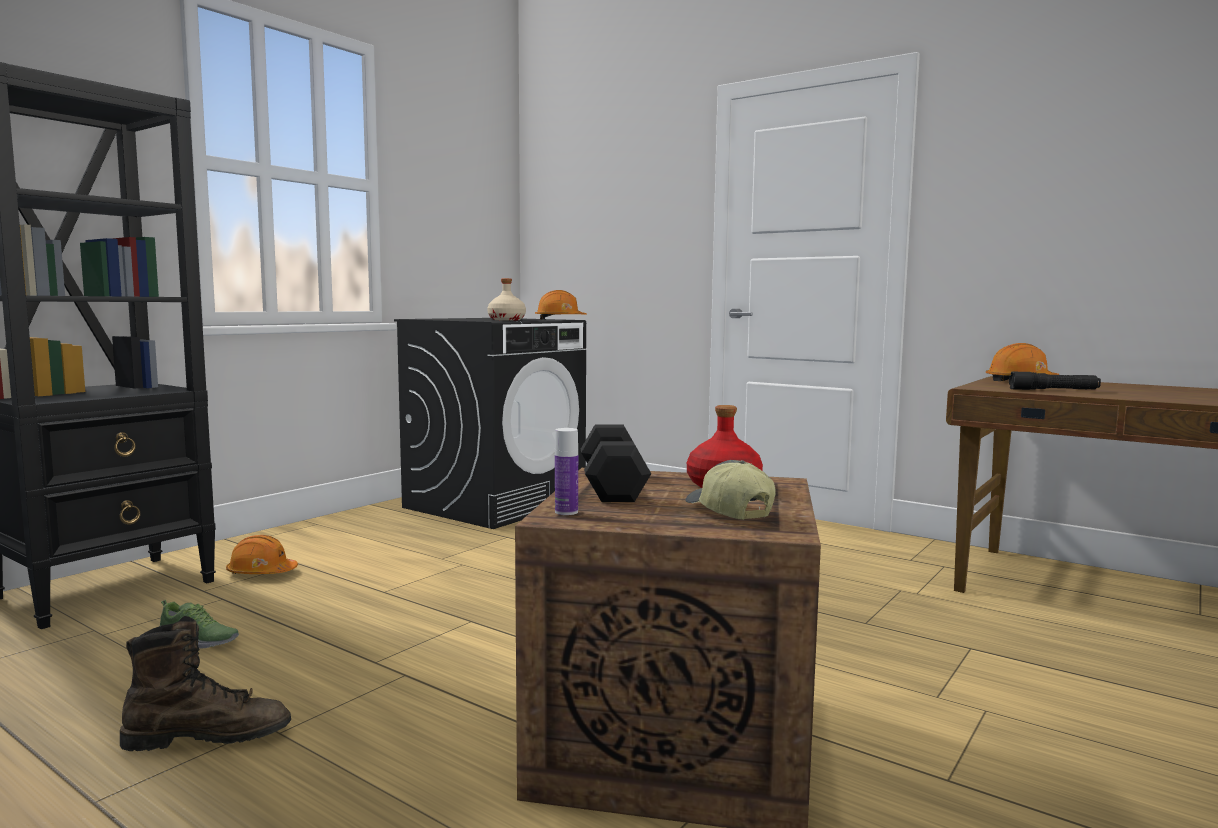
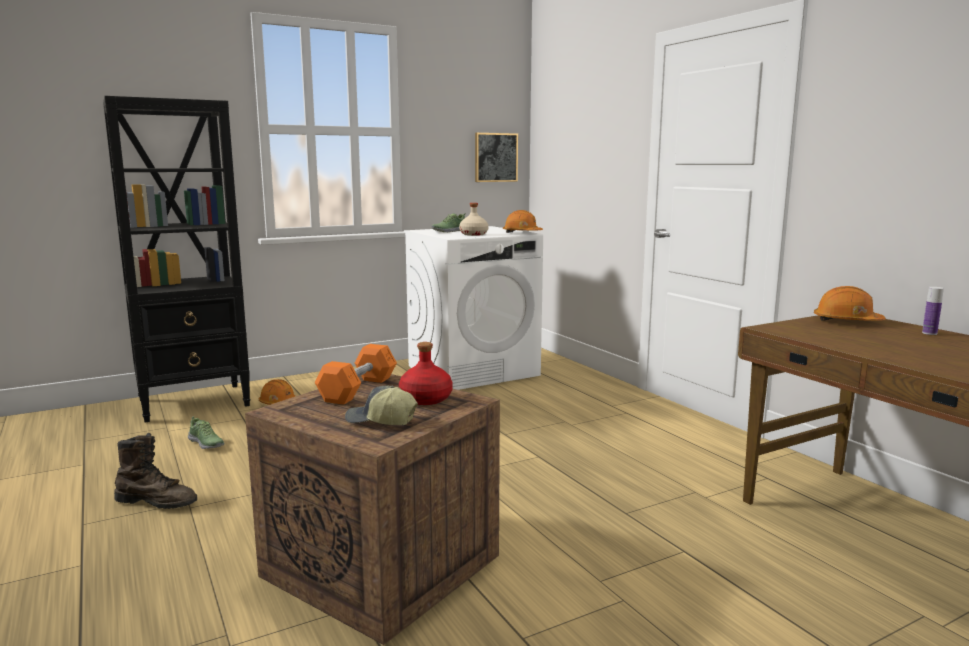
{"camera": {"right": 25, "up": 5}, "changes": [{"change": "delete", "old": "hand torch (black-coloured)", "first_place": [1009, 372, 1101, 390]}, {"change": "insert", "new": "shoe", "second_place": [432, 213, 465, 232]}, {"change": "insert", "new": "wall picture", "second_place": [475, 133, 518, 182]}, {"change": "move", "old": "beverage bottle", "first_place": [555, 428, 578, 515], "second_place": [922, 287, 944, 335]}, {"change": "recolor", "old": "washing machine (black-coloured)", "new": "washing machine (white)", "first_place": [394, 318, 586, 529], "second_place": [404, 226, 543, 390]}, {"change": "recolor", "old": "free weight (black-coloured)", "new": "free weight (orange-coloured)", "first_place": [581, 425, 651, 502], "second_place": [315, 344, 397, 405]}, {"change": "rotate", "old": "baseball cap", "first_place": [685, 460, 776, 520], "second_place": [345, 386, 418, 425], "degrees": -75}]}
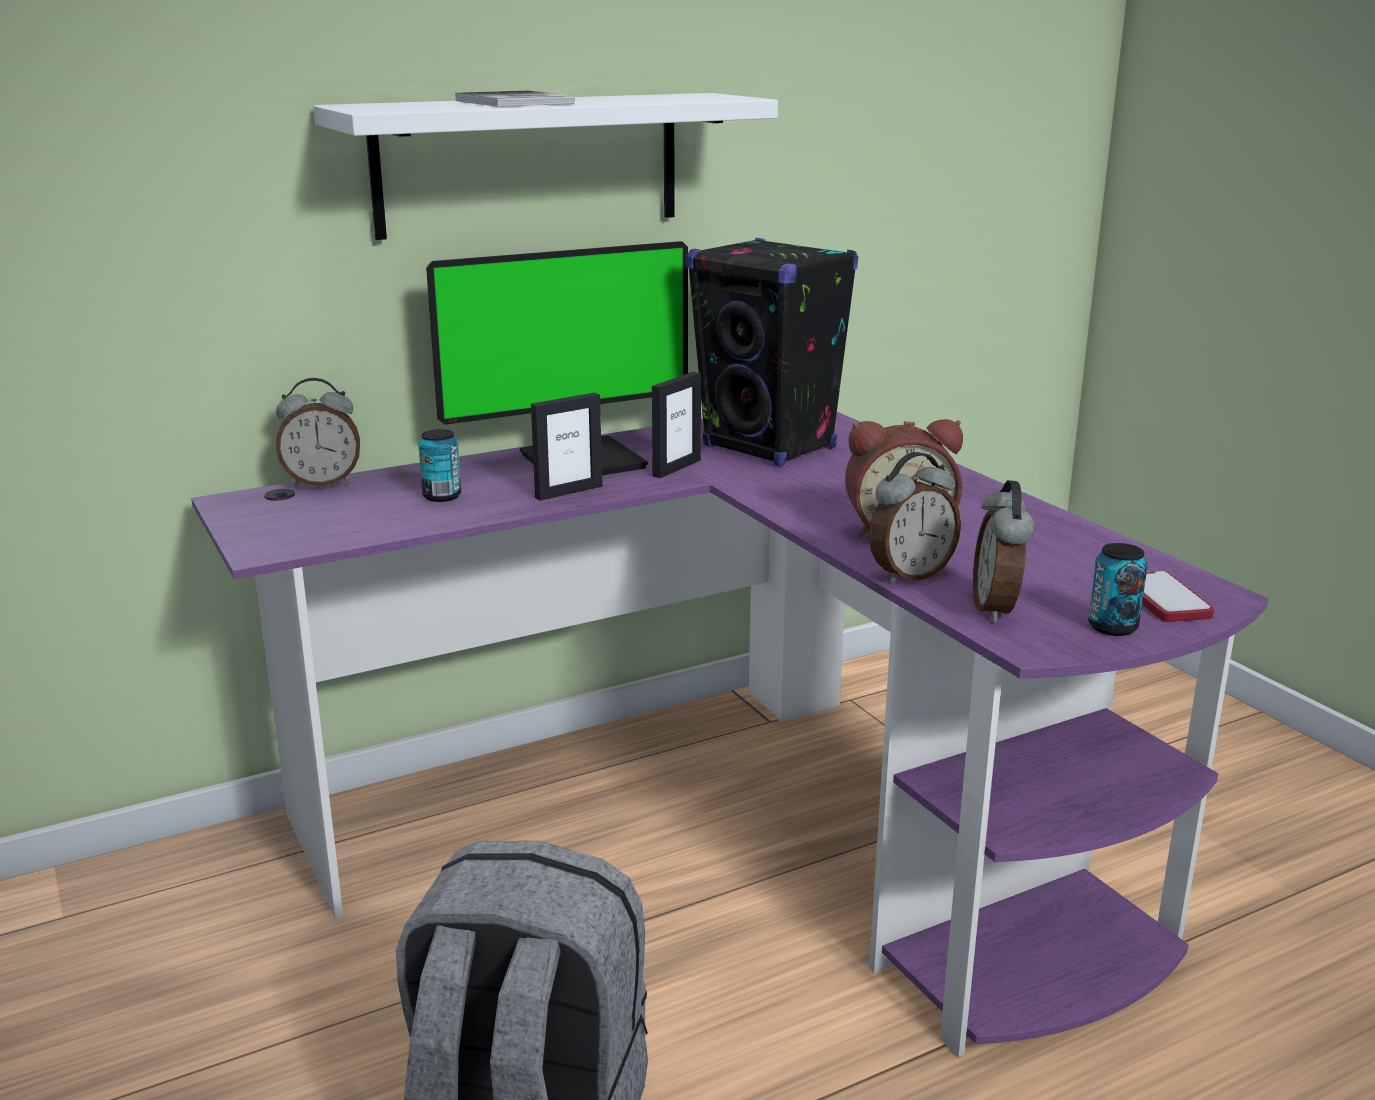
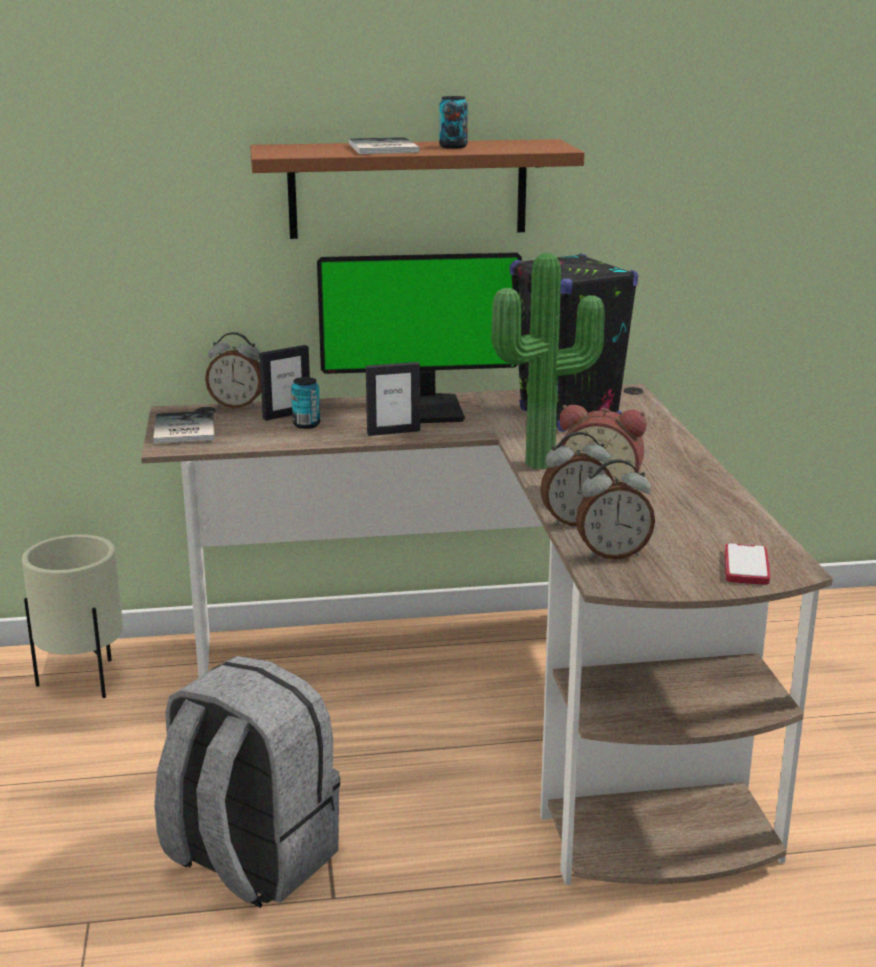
{"camera": {"right": 20, "up": 0}, "changes": [{"change": "insert", "new": "planter (beige-coloured)", "second_place": [22, 534, 123, 698]}, {"change": "insert", "new": "bound book", "second_place": [153, 411, 214, 443]}, {"change": "insert", "new": "potted plant", "second_place": [491, 253, 605, 469]}, {"change": "move", "old": "standing frame", "first_place": [652, 372, 701, 478], "second_place": [259, 345, 310, 421]}, {"change": "move", "old": "sealed can", "first_place": [1088, 543, 1147, 636], "second_place": [439, 96, 468, 149]}, {"change": "recolor", "old": "desk unit (purple)", "new": "desk unit (brownish)", "first_place": [191, 412, 1269, 1057], "second_place": [141, 384, 833, 885]}, {"change": "recolor", "old": "wall shelf (white)", "new": "wall shelf (brownish)", "first_place": [313, 93, 778, 240], "second_place": [250, 139, 585, 239]}, {"change": "rotate", "old": "bedside clock", "first_place": [973, 480, 1035, 622], "second_place": [576, 459, 655, 560], "degrees": -120}]}
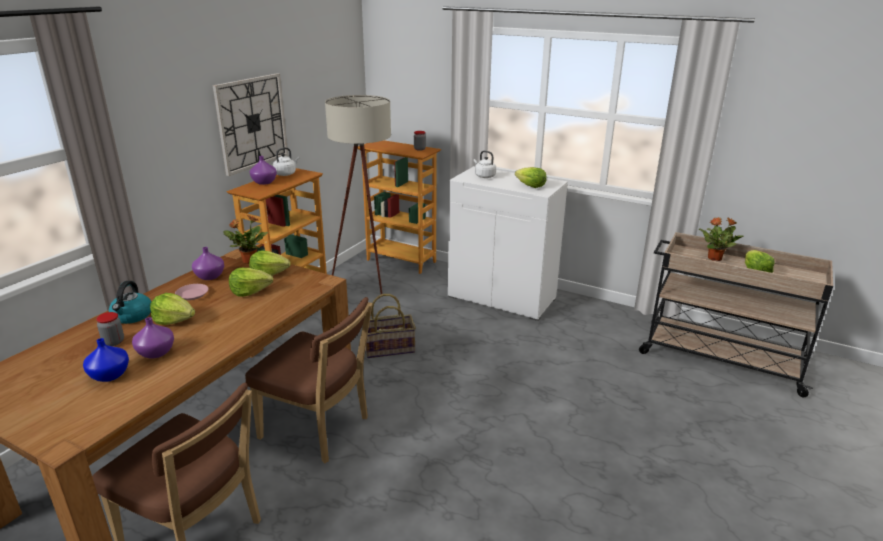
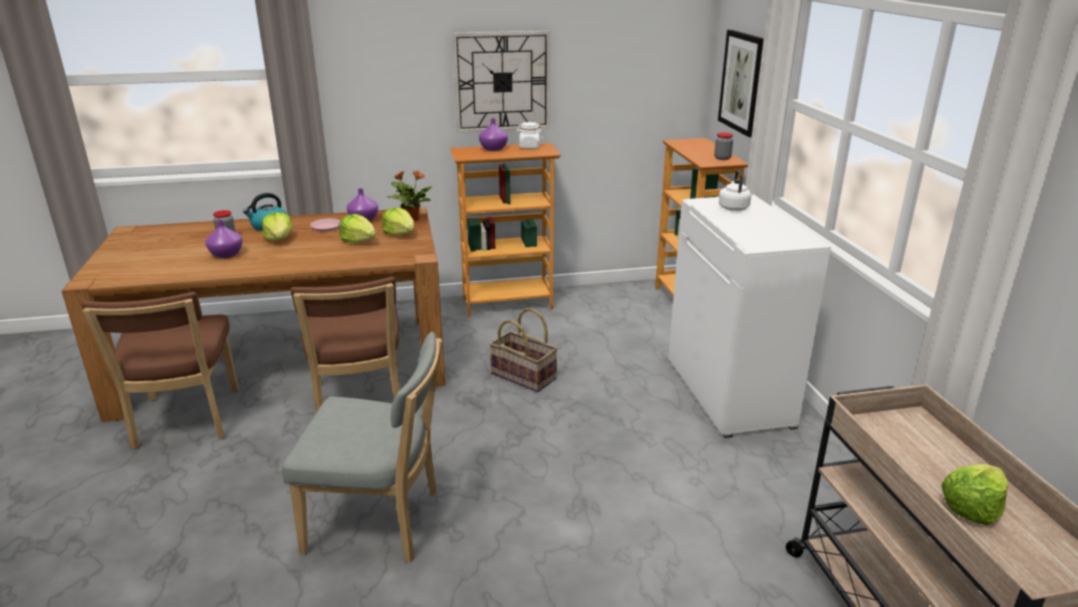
{"camera": {"right": 50, "up": 0}, "changes": [{"change": "delete", "old": "vase (blue-coloured)", "first_place": [83, 338, 129, 382]}, {"change": "delete", "old": "standing lamp (beige-coloured)", "first_place": [325, 95, 391, 294]}, {"change": "delete", "old": "lettuce head", "first_place": [515, 167, 546, 188]}, {"change": "delete", "old": "potted plant", "first_place": [699, 217, 744, 261]}, {"change": "insert", "new": "upright chair (greyish)", "second_place": [282, 332, 442, 563]}, {"change": "insert", "new": "wall picture", "second_place": [718, 30, 764, 137]}, {"change": "replace", "old": "kettle (white)", "new": "preserve jar (white)", "first_place": [273, 148, 299, 176], "second_place": [516, 122, 543, 149]}]}
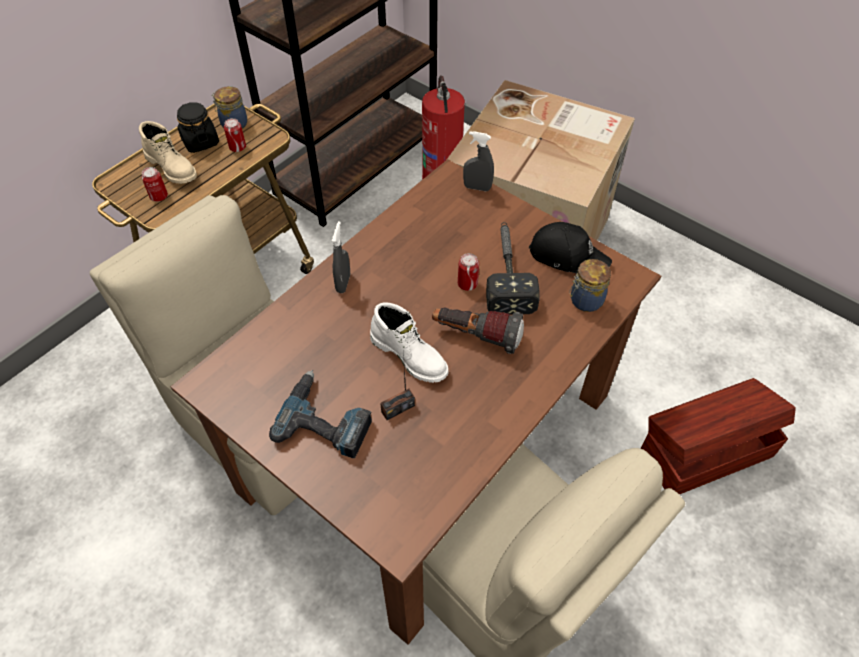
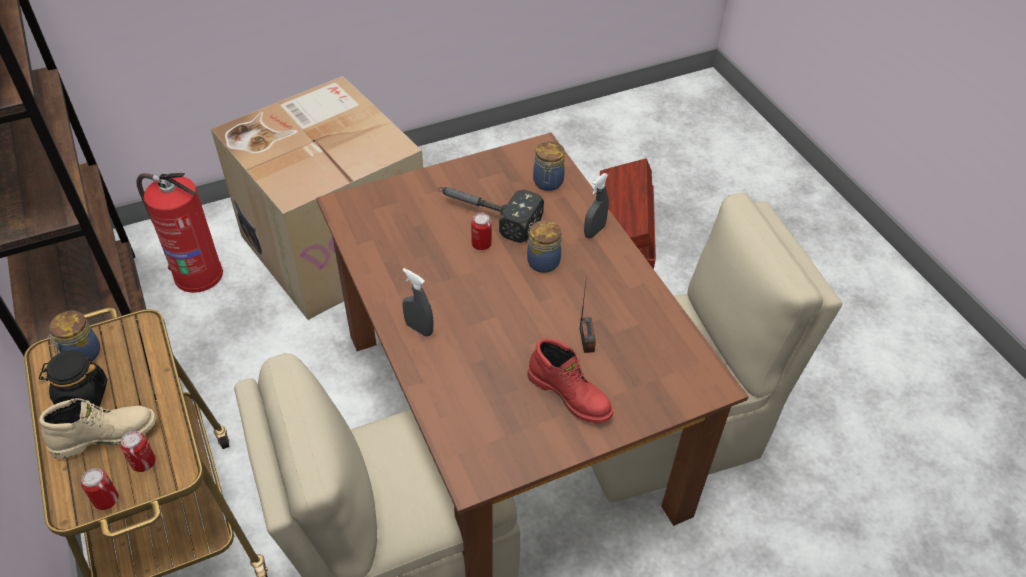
{"camera": {"right": -65, "up": -5}, "changes": [{"change": "delete", "old": "high-top boot (white)", "first_place": [370, 302, 449, 383]}, {"change": "delete", "old": "baseball cap (black-coloured)", "first_place": [529, 222, 612, 273]}, {"change": "move", "old": "sealed can", "first_place": [224, 118, 246, 152], "second_place": [81, 468, 119, 510]}, {"change": "move", "old": "sprayer (greyish)", "first_place": [463, 131, 494, 191], "second_place": [584, 173, 609, 239]}, {"change": "replace", "old": "electric drill", "new": "high-top boot (reddish)", "first_place": [269, 370, 372, 458], "second_place": [528, 338, 613, 423]}, {"change": "replace", "old": "hand torch", "new": "preserve jar", "first_place": [432, 307, 524, 354], "second_place": [527, 220, 562, 273]}]}
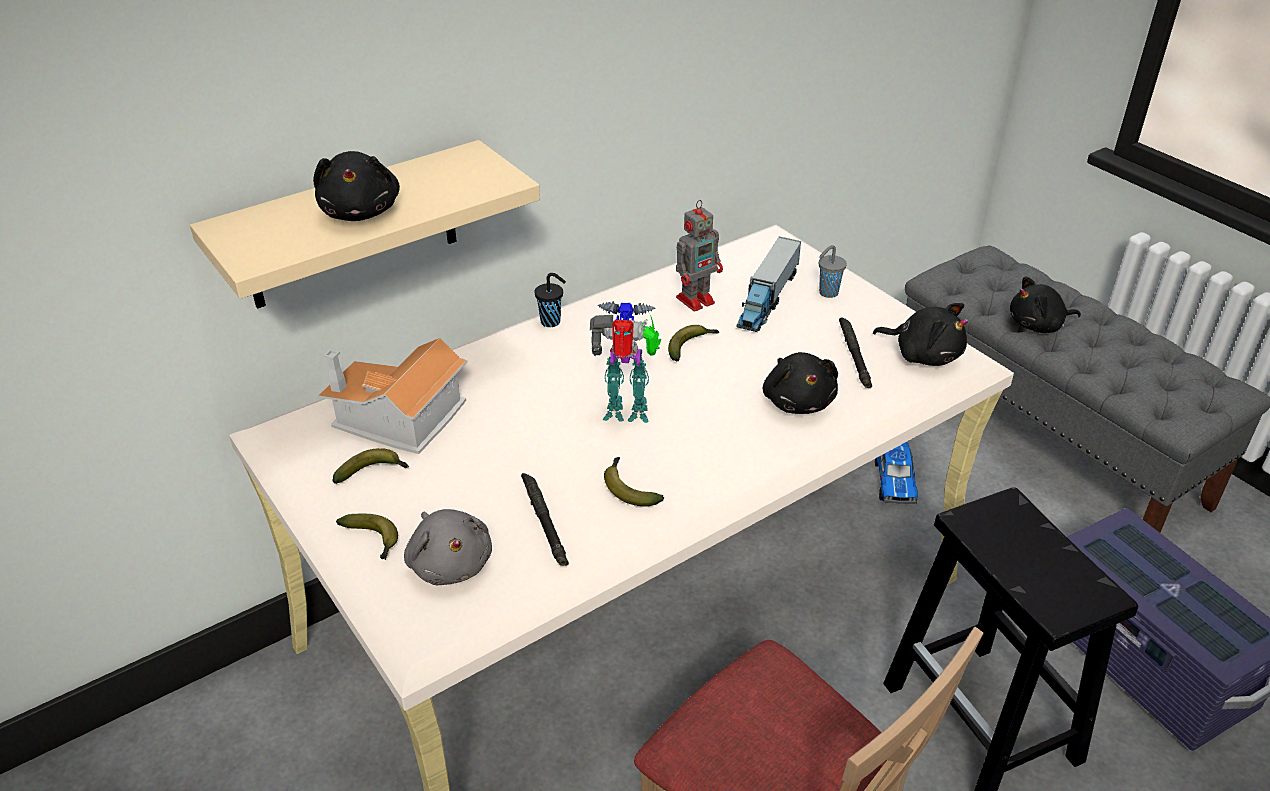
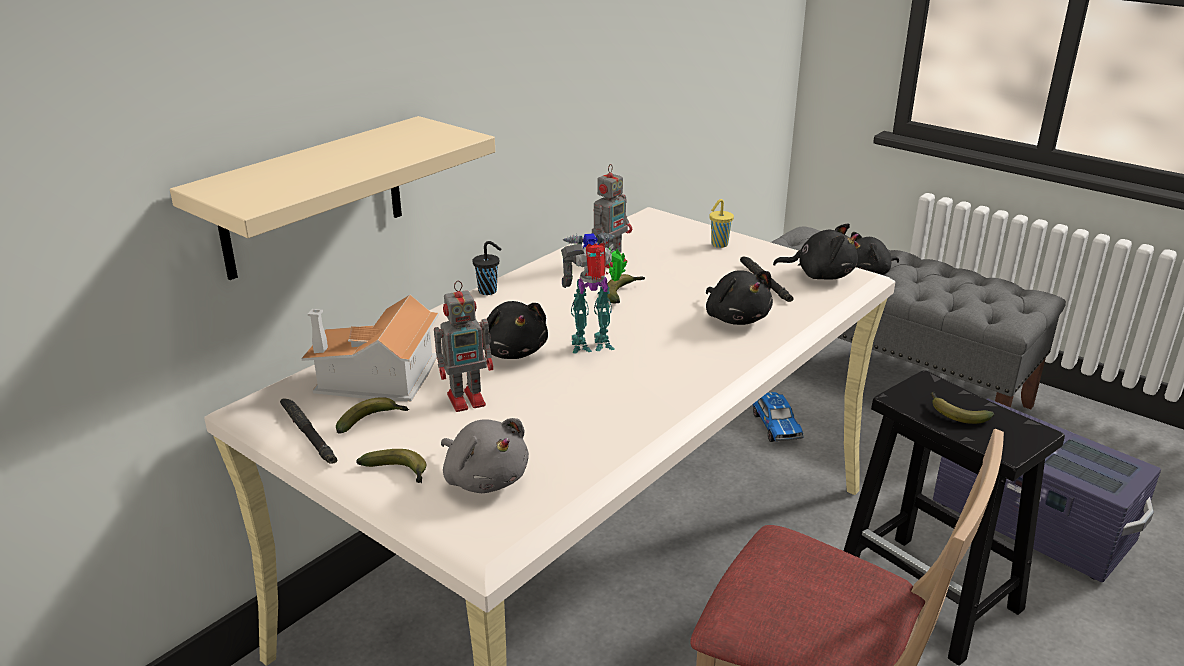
{"camera": {"right": -15, "up": -10}, "changes": [{"change": "delete", "old": "model truck", "first_place": [736, 237, 802, 332]}, {"change": "insert", "new": "toy robot", "second_place": [434, 280, 493, 412]}, {"change": "move", "old": "cuddly toy (black-coloured)", "first_place": [313, 151, 400, 221], "second_place": [482, 301, 548, 359]}, {"change": "move", "old": "hand torch (black-coloured)", "first_place": [521, 473, 569, 566], "second_place": [280, 399, 338, 464]}, {"change": "move", "old": "banana fruit", "first_place": [604, 457, 664, 506], "second_place": [930, 391, 994, 424]}, {"change": "recolor", "old": "drinking cup (greyish)", "new": "drinking cup (yellowish)", "first_place": [819, 245, 847, 298], "second_place": [709, 199, 734, 248]}]}
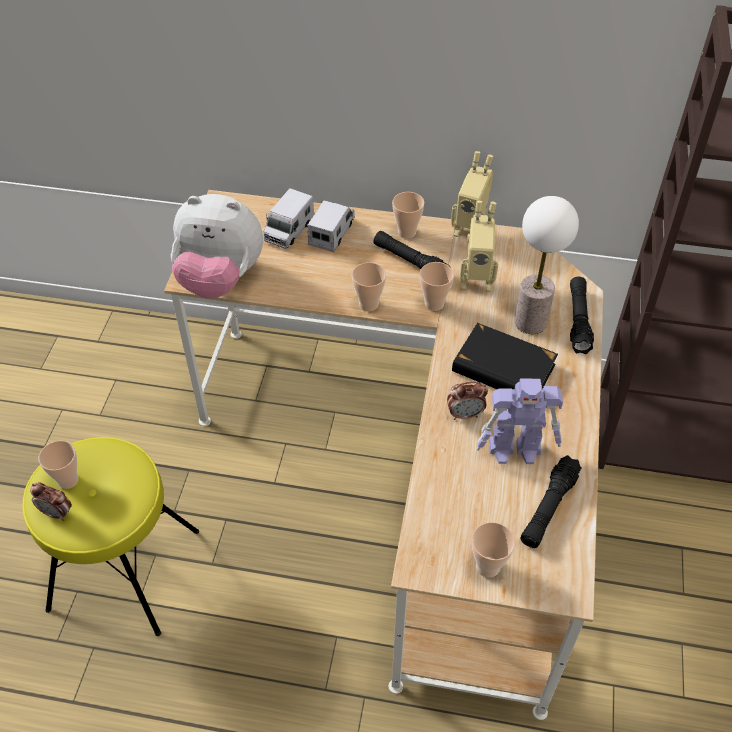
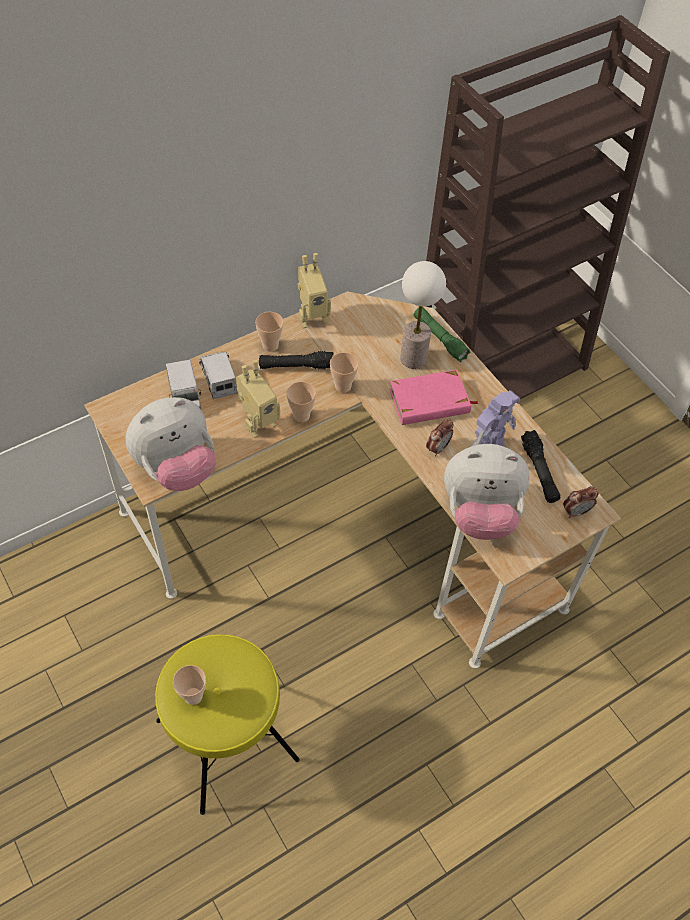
{"camera": {"right": -45, "up": 5}, "changes": [{"change": "delete", "old": "drinking cup", "first_place": [472, 522, 515, 578]}, {"change": "insert", "new": "cuddly toy", "second_place": [444, 444, 530, 540]}, {"change": "move", "old": "bedside clock", "first_place": [30, 482, 72, 521], "second_place": [563, 486, 599, 518]}, {"change": "move", "old": "toy robot", "first_place": [460, 201, 498, 292], "second_place": [236, 360, 280, 438]}, {"change": "recolor", "old": "bound book (black-coloured)", "new": "bound book (pink)", "first_place": [452, 323, 558, 389], "second_place": [389, 370, 478, 425]}, {"change": "recolor", "old": "hand torch (black-coloured)", "new": "hand torch (green)", "first_place": [570, 277, 594, 354], "second_place": [414, 307, 471, 362]}]}
